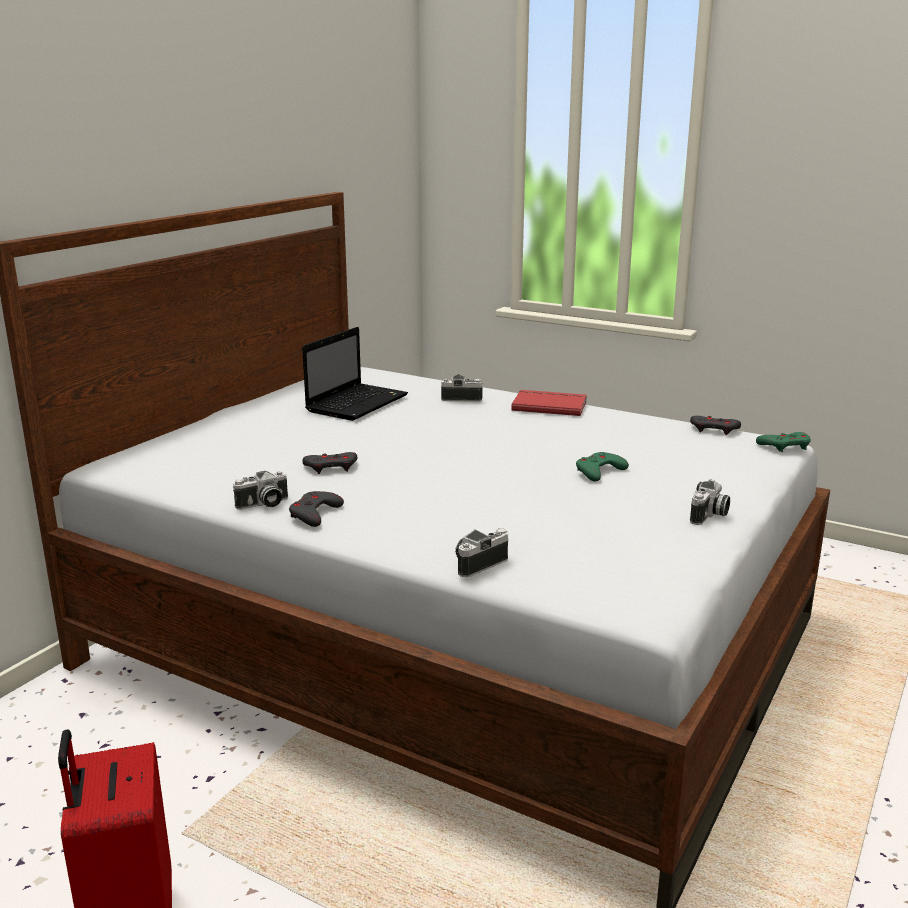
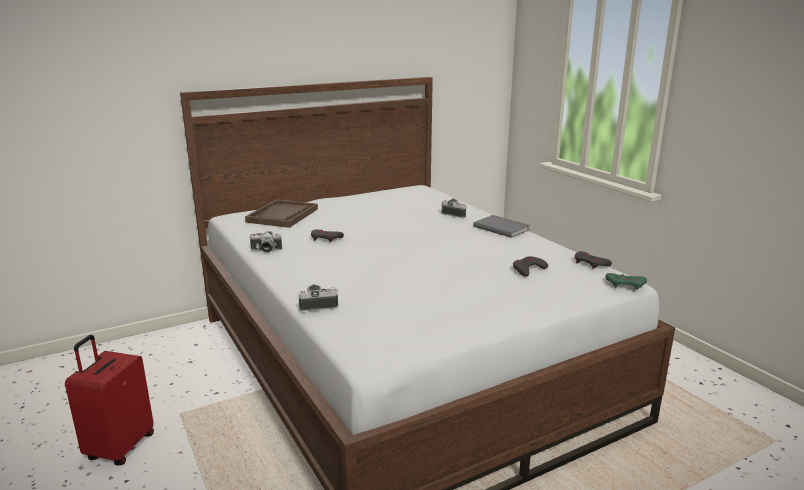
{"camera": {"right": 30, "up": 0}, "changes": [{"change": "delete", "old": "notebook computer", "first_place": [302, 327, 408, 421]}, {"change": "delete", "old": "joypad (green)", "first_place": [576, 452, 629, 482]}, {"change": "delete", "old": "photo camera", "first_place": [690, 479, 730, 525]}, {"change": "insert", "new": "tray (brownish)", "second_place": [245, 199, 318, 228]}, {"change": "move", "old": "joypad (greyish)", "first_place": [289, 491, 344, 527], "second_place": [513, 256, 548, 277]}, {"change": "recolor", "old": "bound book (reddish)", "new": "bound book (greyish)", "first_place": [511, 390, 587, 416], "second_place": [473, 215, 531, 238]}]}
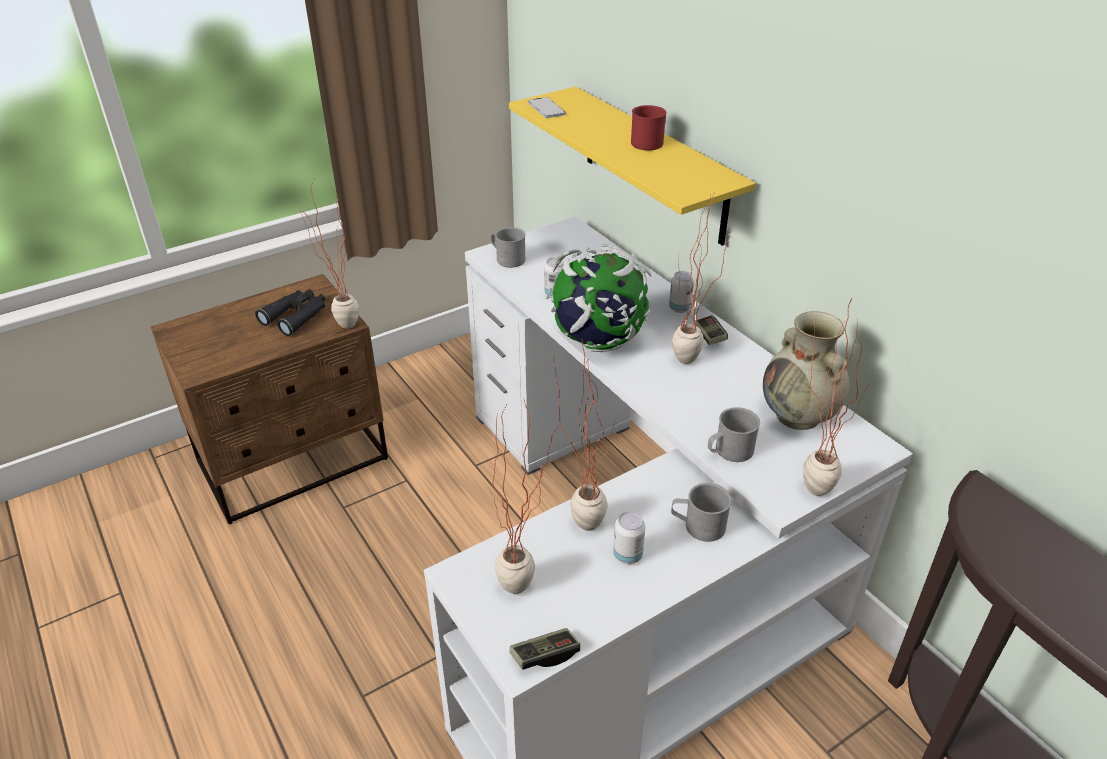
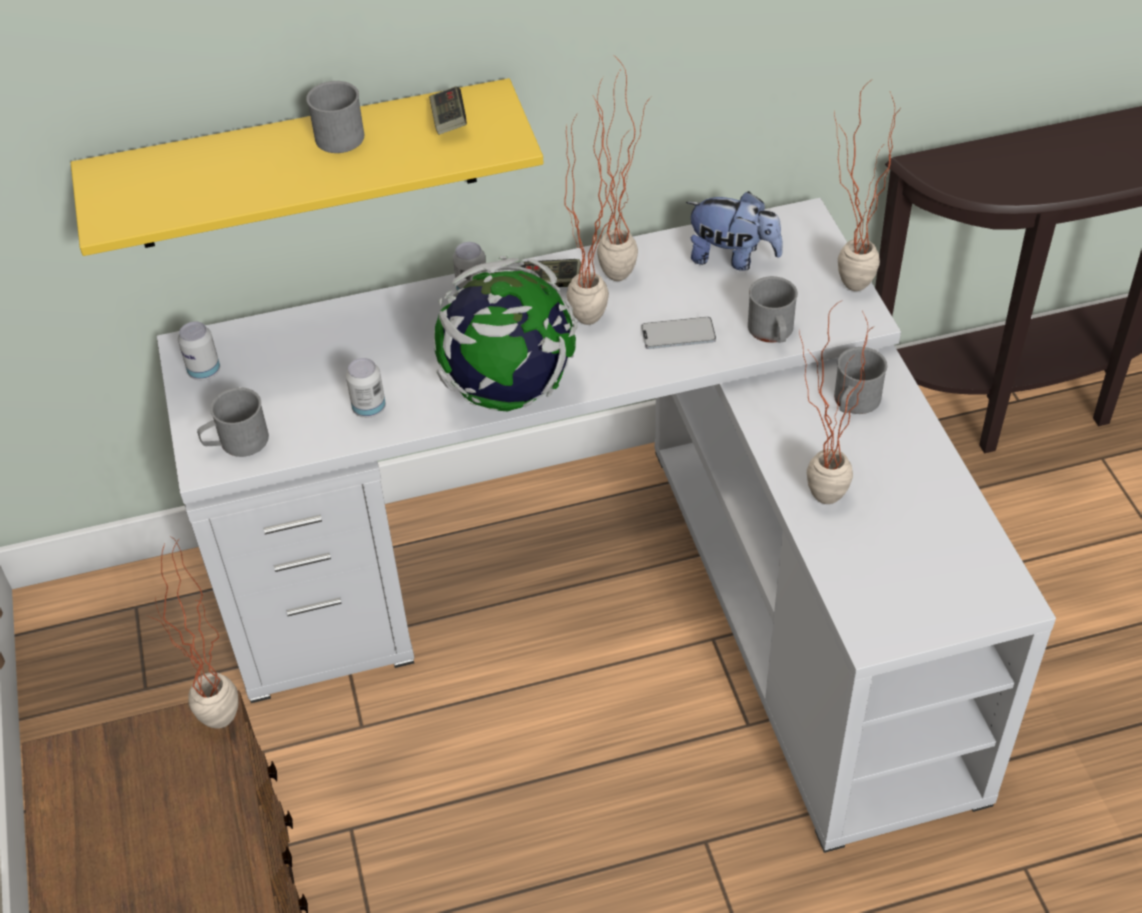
{"camera": {"right": -70, "up": 10}, "changes": [{"change": "delete", "old": "binoculars (black-coloured)", "first_place": [255, 289, 325, 336]}, {"change": "move", "old": "potted plant", "first_place": [489, 396, 561, 594], "second_place": [592, 62, 653, 281]}, {"change": "move", "old": "joypad", "first_place": [510, 628, 580, 670], "second_place": [429, 86, 467, 135]}, {"change": "move", "old": "handset", "first_place": [528, 97, 566, 118], "second_place": [642, 317, 716, 349]}, {"change": "move", "old": "sealed can", "first_place": [613, 511, 645, 564], "second_place": [178, 322, 220, 380]}, {"change": "replace", "old": "vase (beige-coloured)", "new": "cuddly toy", "first_place": [763, 311, 849, 430], "second_place": [686, 191, 783, 271]}, {"change": "recolor", "old": "coffee mug (reddish)", "new": "coffee mug (greyish)", "first_place": [631, 105, 667, 150], "second_place": [306, 81, 364, 153]}]}
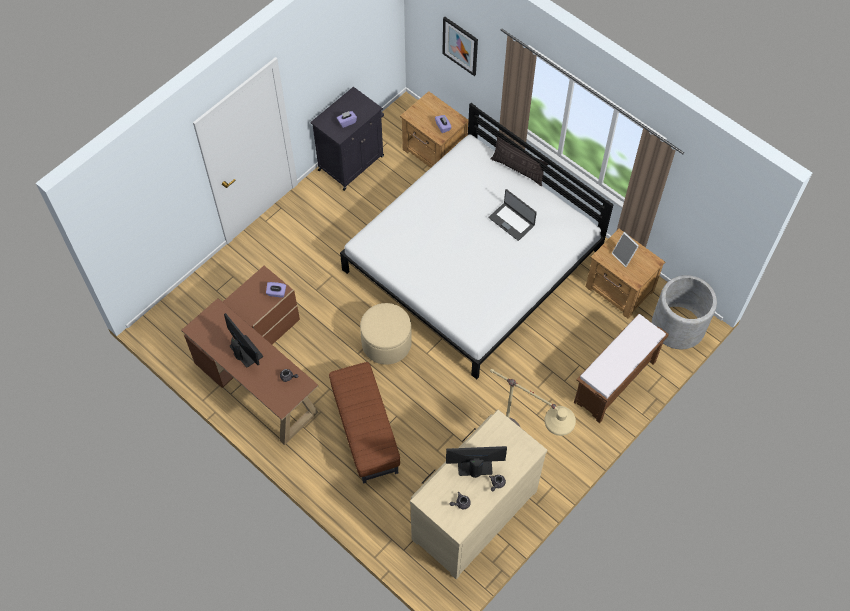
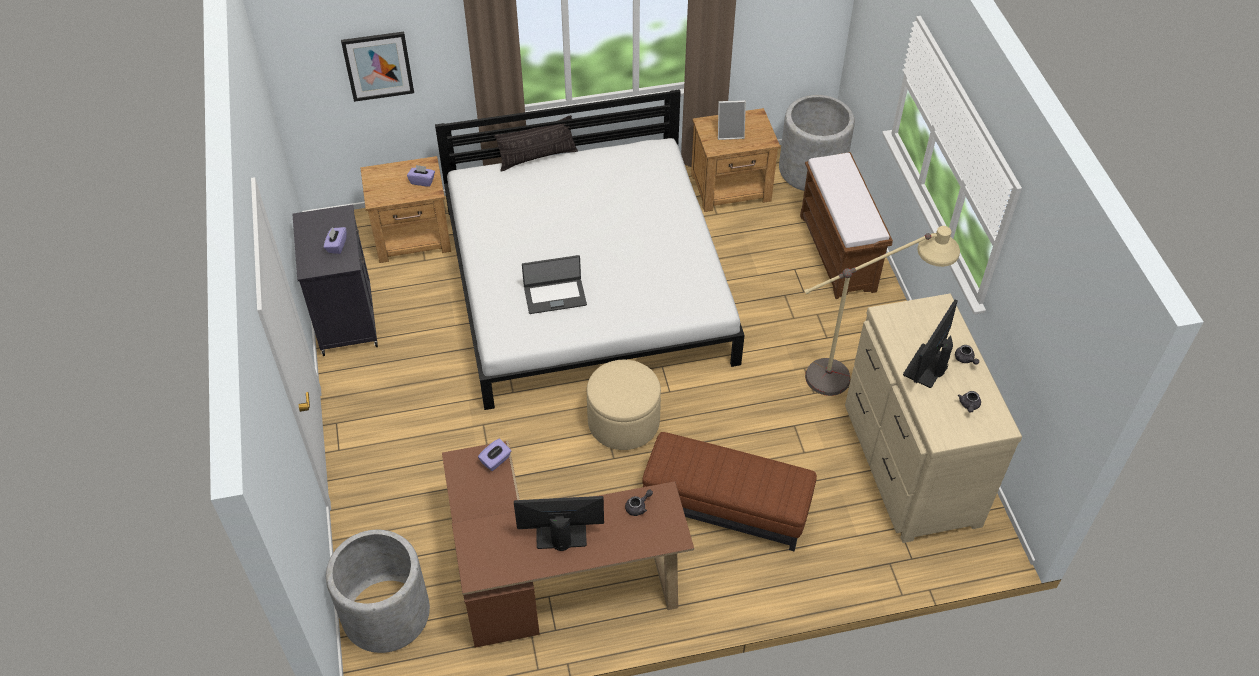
{"camera": {"right": -55, "up": -10}, "changes": [{"change": "insert", "new": "planter (greyish)", "second_place": [326, 530, 430, 653]}, {"change": "move", "old": "notebook computer", "first_place": [488, 189, 537, 241], "second_place": [522, 255, 587, 314]}]}
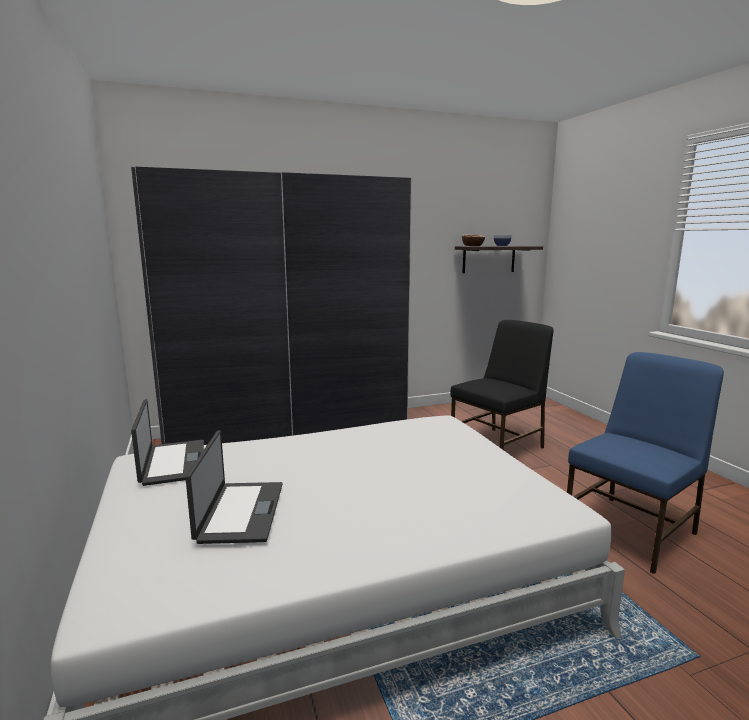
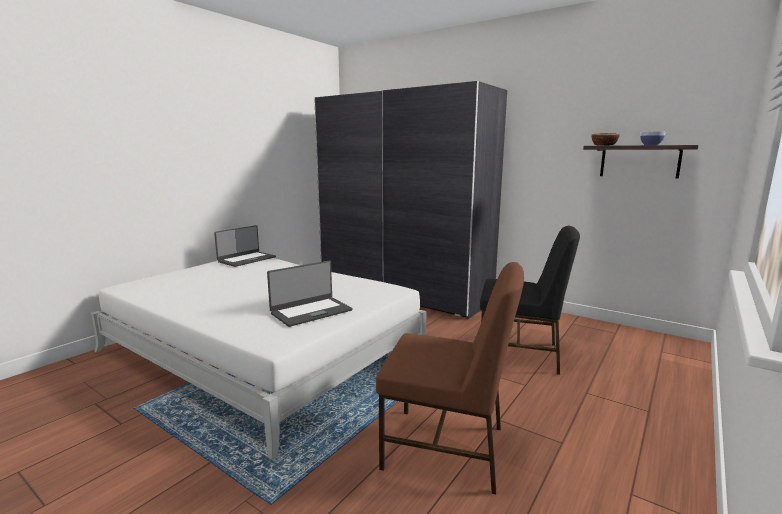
{"camera": {"right": 55, "up": 0}, "changes": [{"change": "move", "old": "notebook computer", "first_place": [185, 430, 282, 544], "second_place": [267, 261, 353, 327]}, {"change": "recolor", "old": "upright chair (blue-coloured)", "new": "upright chair (brownish)", "first_place": [567, 352, 724, 574], "second_place": [376, 262, 524, 494]}]}
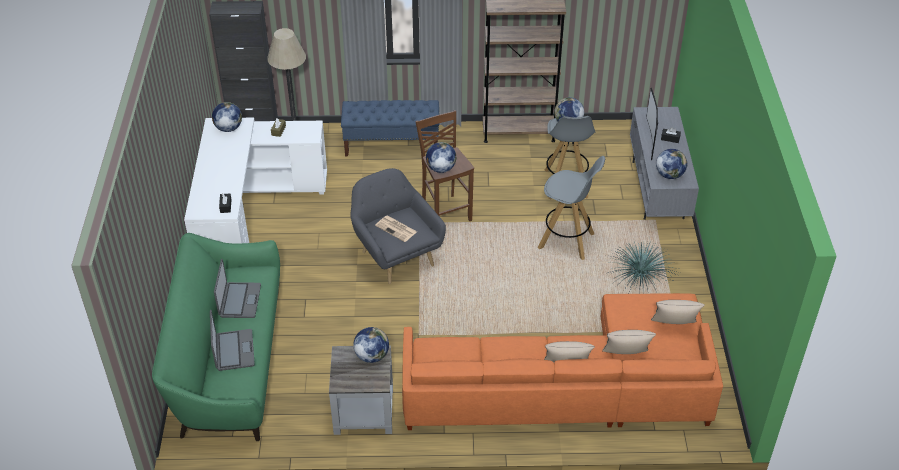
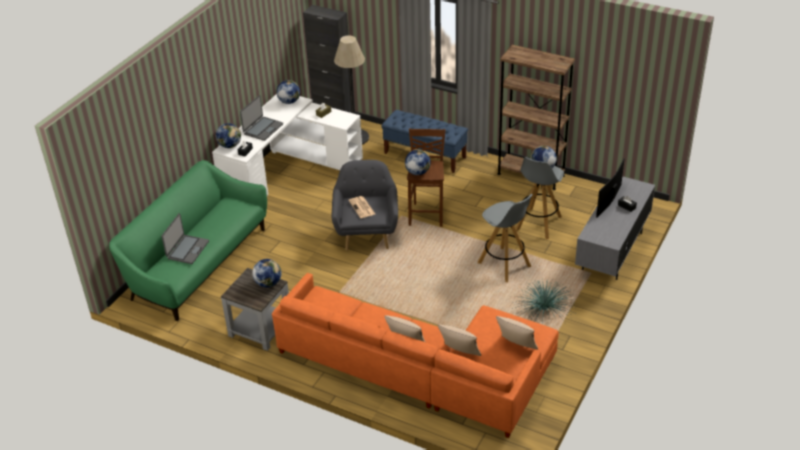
{"camera": {"right": 30, "up": -5}, "changes": [{"change": "move", "old": "notebook computer", "first_place": [214, 259, 261, 318], "second_place": [240, 95, 283, 141]}, {"change": "move", "old": "desk globe", "first_place": [656, 149, 687, 179], "second_place": [216, 123, 241, 148]}]}
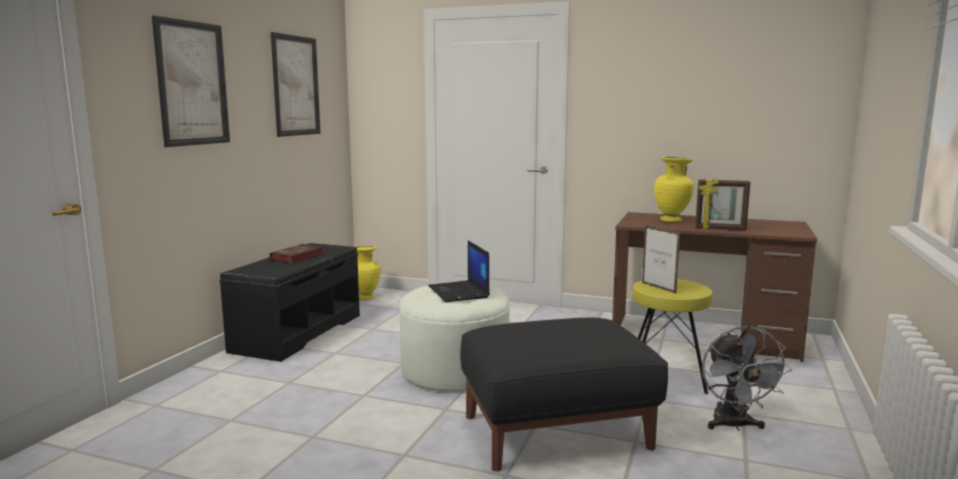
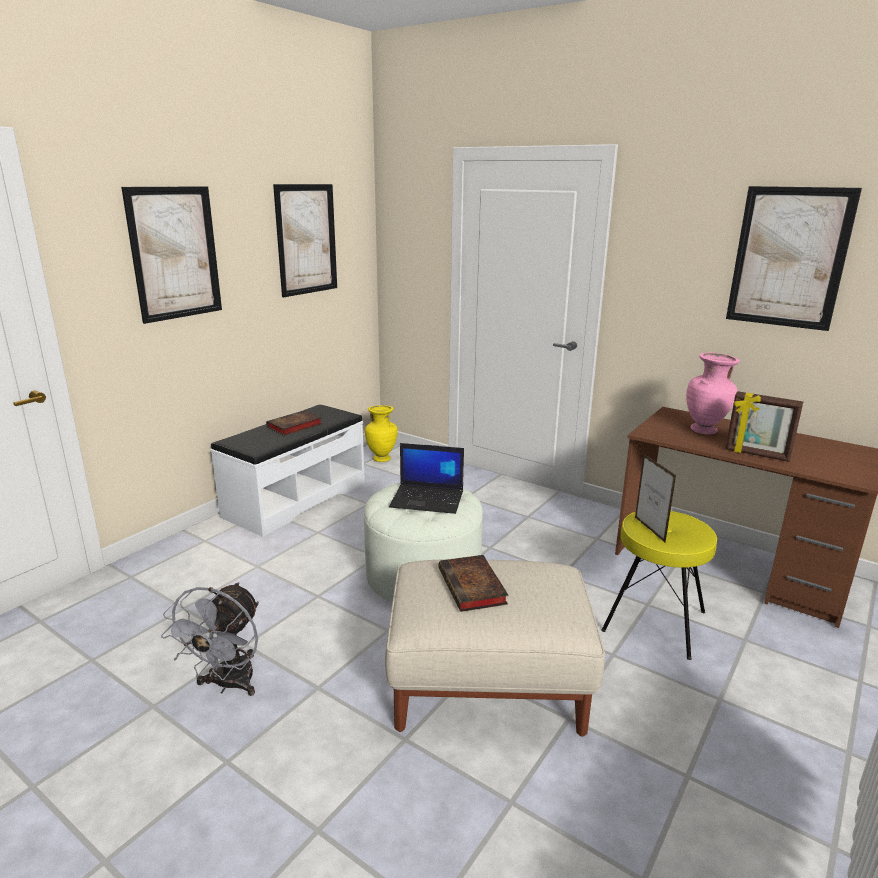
{"camera": {"right": 15, "up": 10}, "changes": [{"change": "insert", "new": "bound book", "second_place": [438, 555, 508, 612]}, {"change": "insert", "new": "wall picture", "second_place": [726, 186, 862, 331]}, {"change": "move", "old": "fan (greyish)", "first_place": [702, 326, 792, 431], "second_place": [161, 582, 259, 696]}, {"change": "recolor", "old": "long seat (black-coloured)", "new": "long seat (white)", "first_place": [220, 243, 360, 362], "second_place": [211, 404, 365, 537]}, {"change": "recolor", "old": "pouffe (black-coloured)", "new": "pouffe (beige-coloured)", "first_place": [460, 318, 668, 472], "second_place": [385, 559, 605, 737]}, {"change": "recolor", "old": "vase (yellowish)", "new": "vase (pink)", "first_place": [654, 157, 694, 222], "second_place": [686, 352, 740, 434]}, {"change": "rotate", "old": "notebook computer", "first_place": [428, 241, 490, 302], "second_place": [389, 443, 464, 514], "degrees": -75}]}
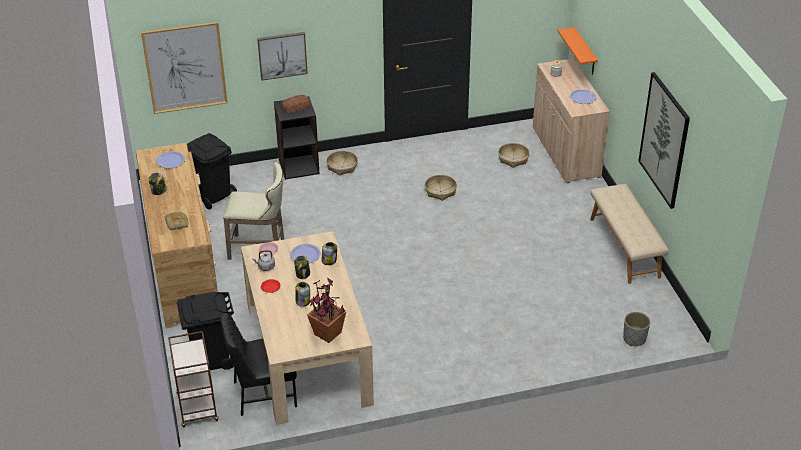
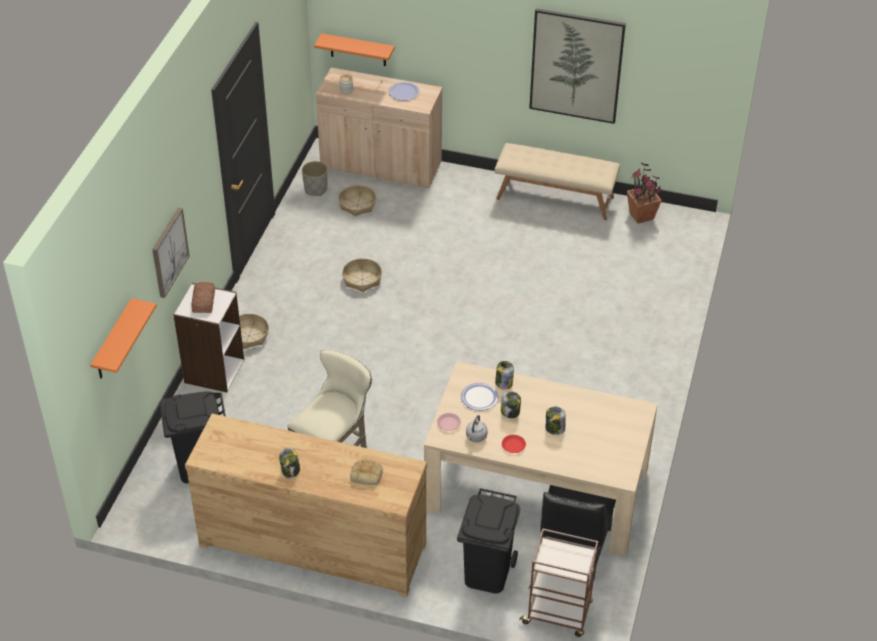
{"camera": {"right": -60, "up": 5}, "changes": [{"change": "delete", "old": "dinner plate", "first_place": [156, 151, 185, 169]}, {"change": "move", "old": "potted plant", "first_place": [307, 278, 347, 343], "second_place": [627, 163, 662, 224]}, {"change": "move", "old": "planter (greyish)", "first_place": [623, 312, 650, 346], "second_place": [302, 161, 328, 196]}, {"change": "replace", "old": "wall picture", "new": "wall shelf (orange-coloured)", "first_place": [141, 22, 228, 114], "second_place": [90, 298, 157, 379]}, {"change": "recolor", "old": "shelving unit (black-coloured)", "new": "shelving unit (white)", "first_place": [274, 96, 320, 180], "second_place": [173, 283, 244, 392]}]}
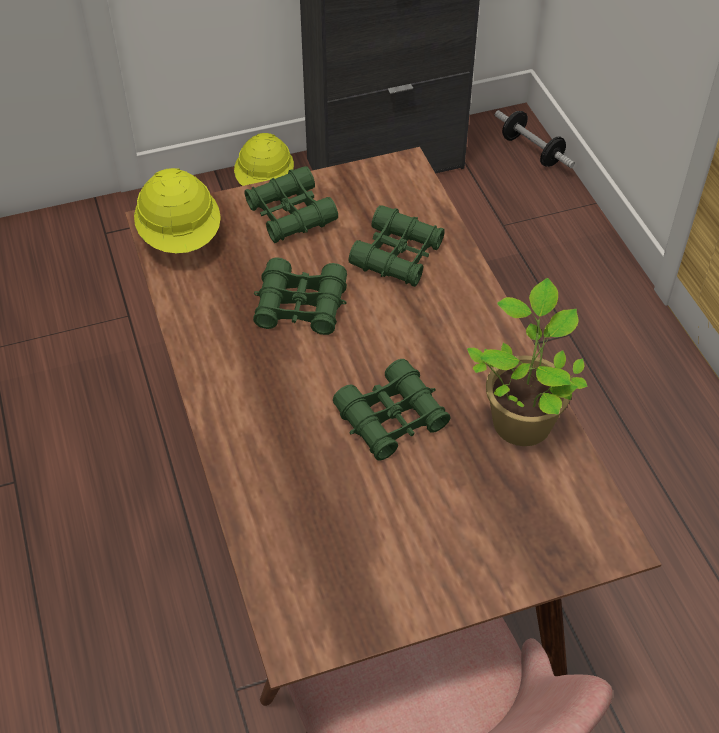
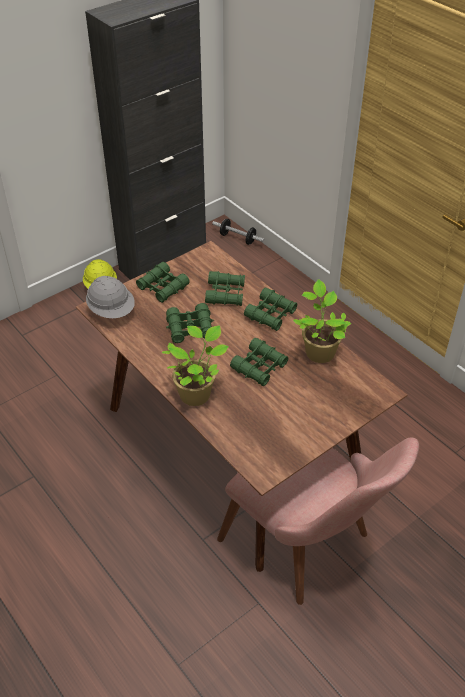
{"camera": {"right": -20, "up": -5}, "changes": [{"change": "insert", "new": "potted plant", "second_place": [162, 325, 229, 406]}, {"change": "insert", "new": "binoculars (green)", "second_place": [244, 288, 297, 331]}, {"change": "recolor", "old": "hard hat (yellowish)", "new": "hard hat (greyish)", "first_place": [134, 168, 221, 253], "second_place": [86, 276, 135, 318]}]}
